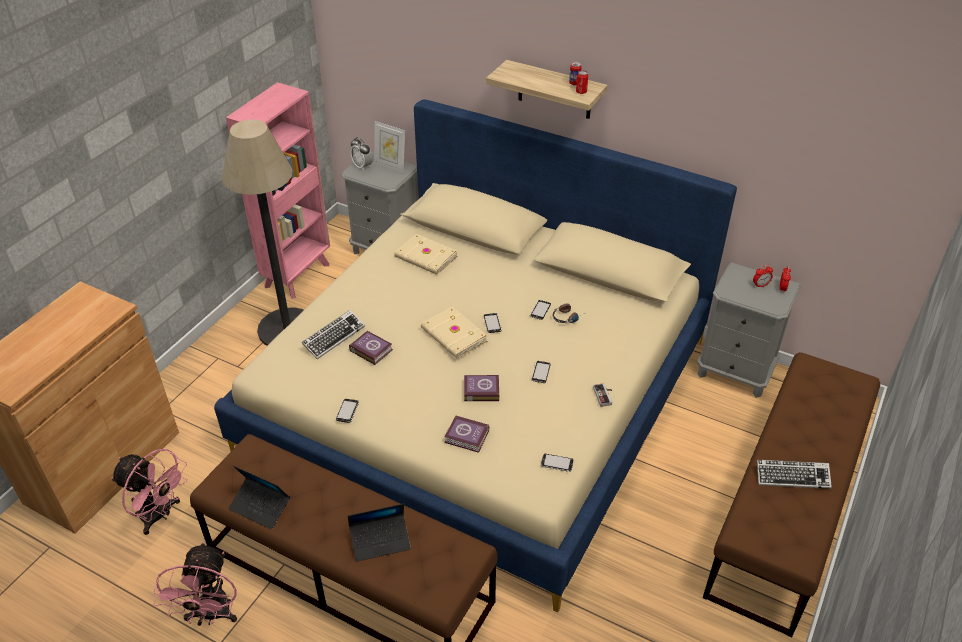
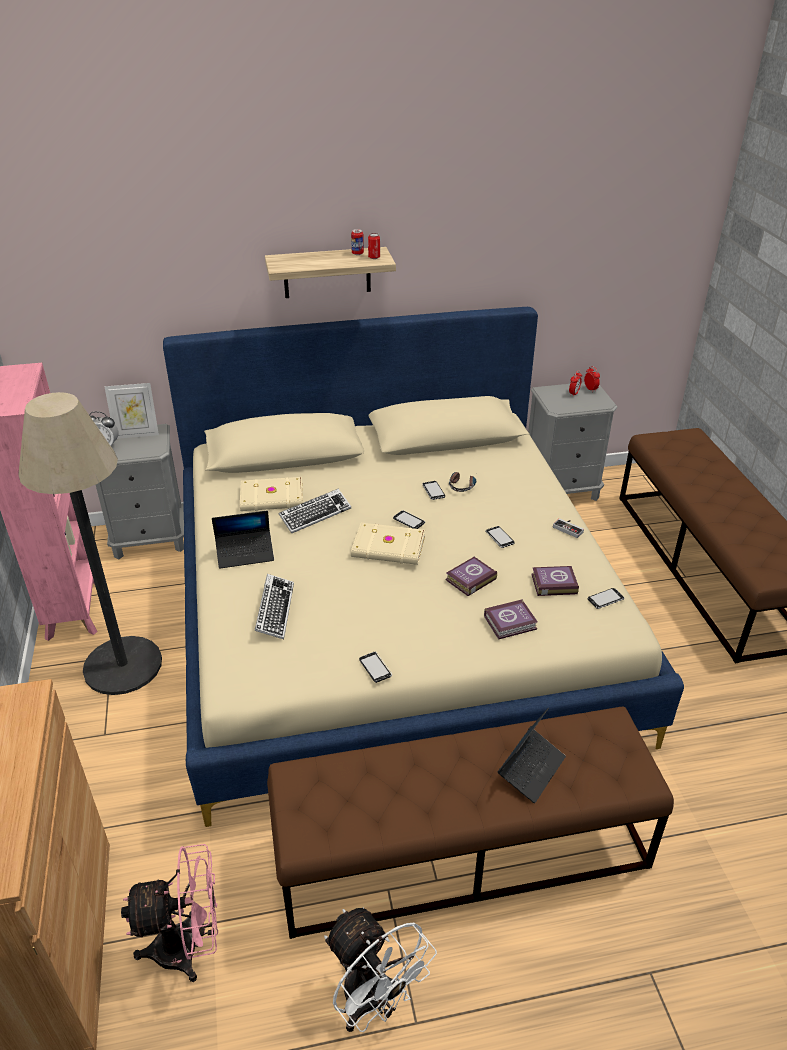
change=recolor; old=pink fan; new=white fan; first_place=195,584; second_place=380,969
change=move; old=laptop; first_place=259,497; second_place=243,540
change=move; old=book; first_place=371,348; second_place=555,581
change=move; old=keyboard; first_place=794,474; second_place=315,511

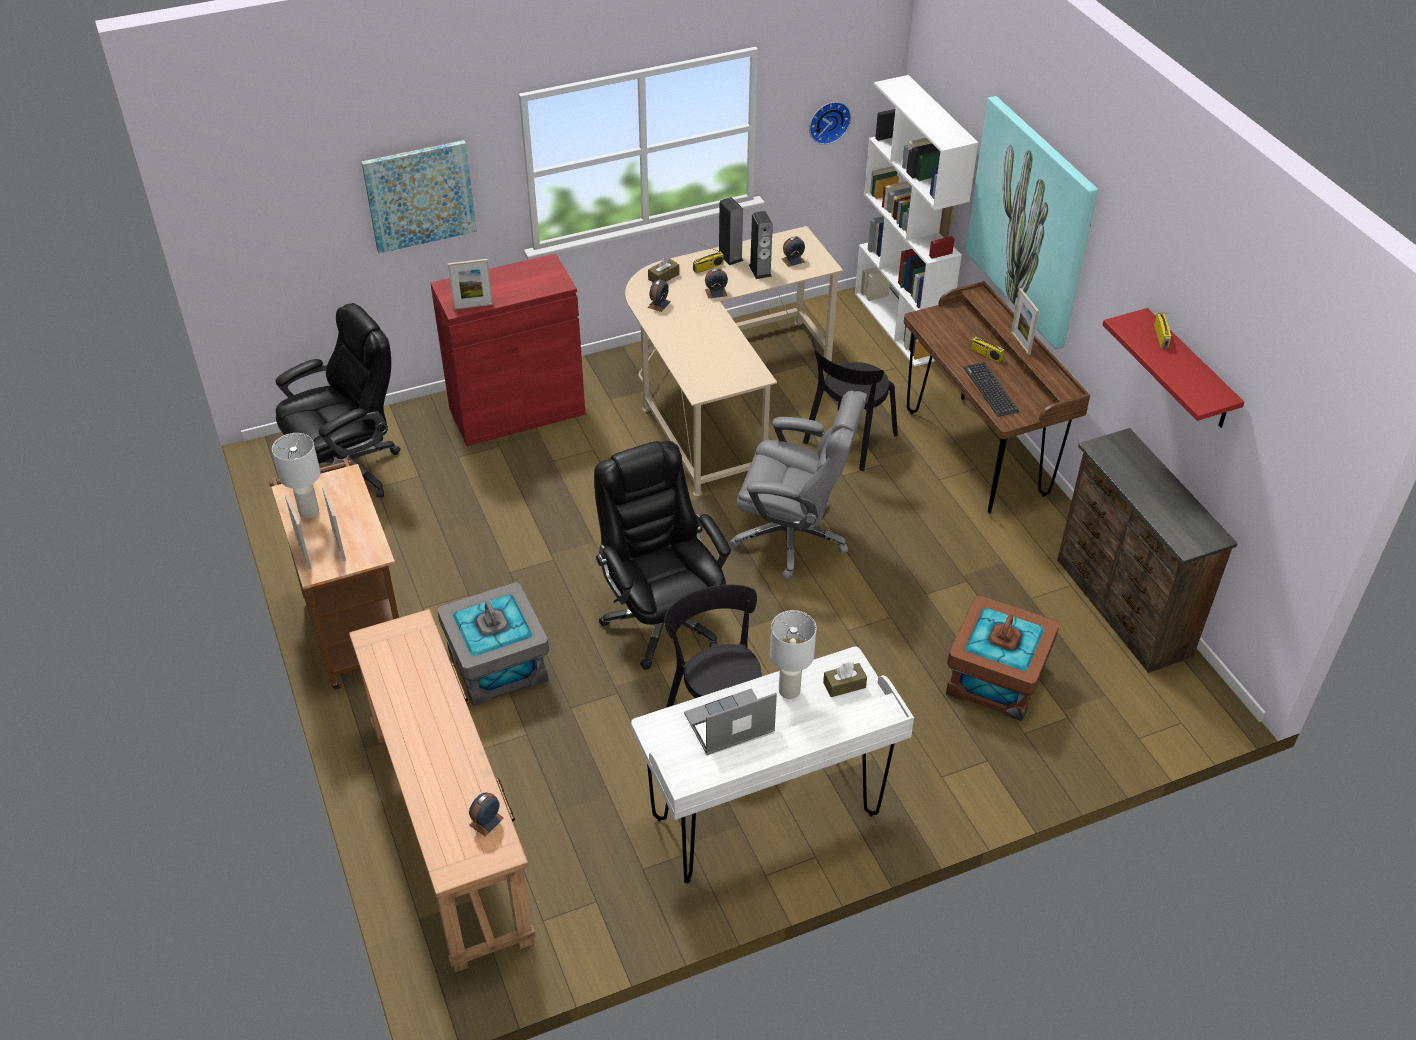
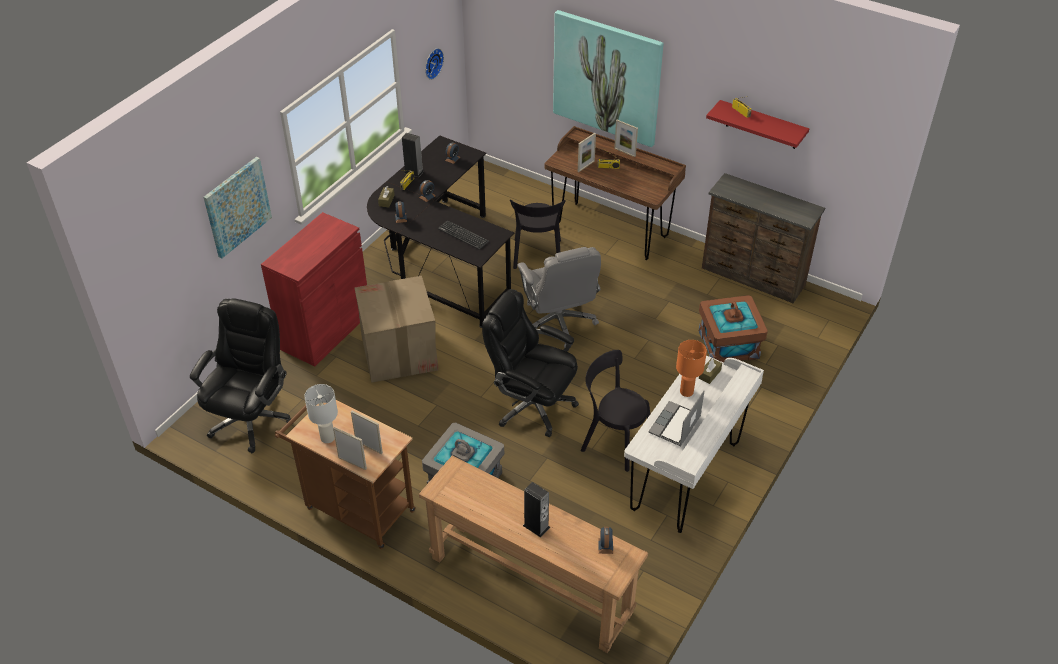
change=move; old=picture frame; first_place=470,284; second_place=587,152
change=recolor; old=beige desk; new=black desk; first_place=734,361; second_place=440,231
change=rotate; old=grey office chair; first_place=798,485; second_place=559,297; degrees=90
change=move; old=speaker; first_place=761,245; second_place=536,509
change=recolor; old=white table lamp; new=orange table lamp; first_place=793,654; second_place=691,368
change=delete; old=white bookcase; first_place=916,221
change=move; old=keyboard; first_place=991,389; second_place=463,235
change=insert; new=cardboard box; second_place=396,329

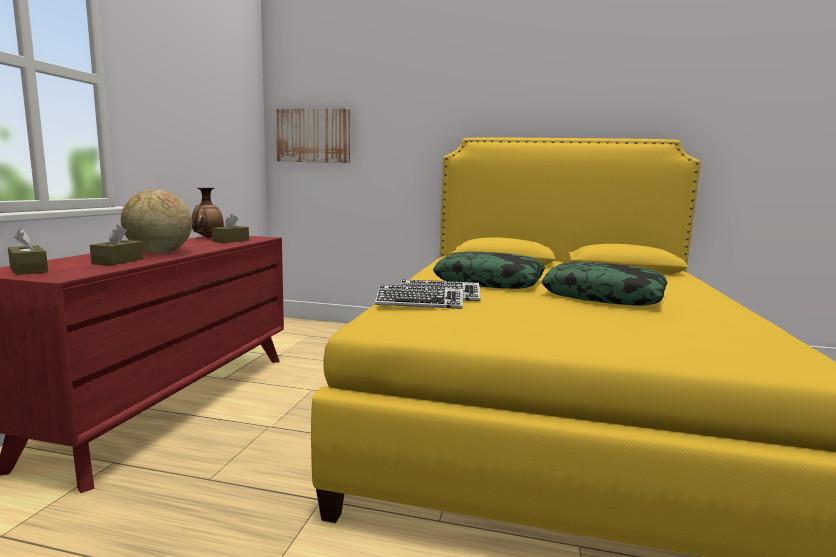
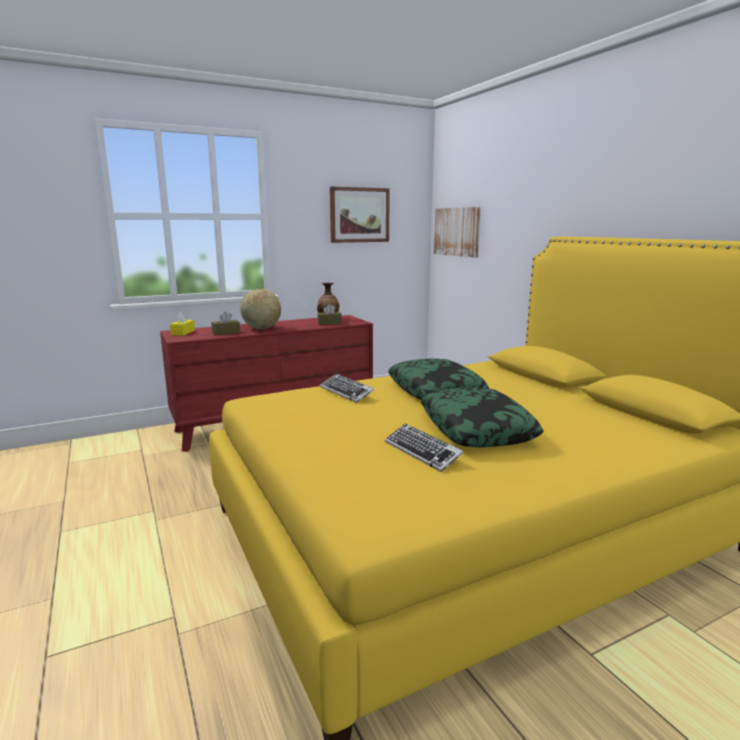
change=recolor; old=brown tissue box; new=yellow tissue box; first_place=28,252; second_place=182,324
change=move; old=keyboard; first_place=419,297; second_place=424,448
change=insert; new=picture; second_place=360,215

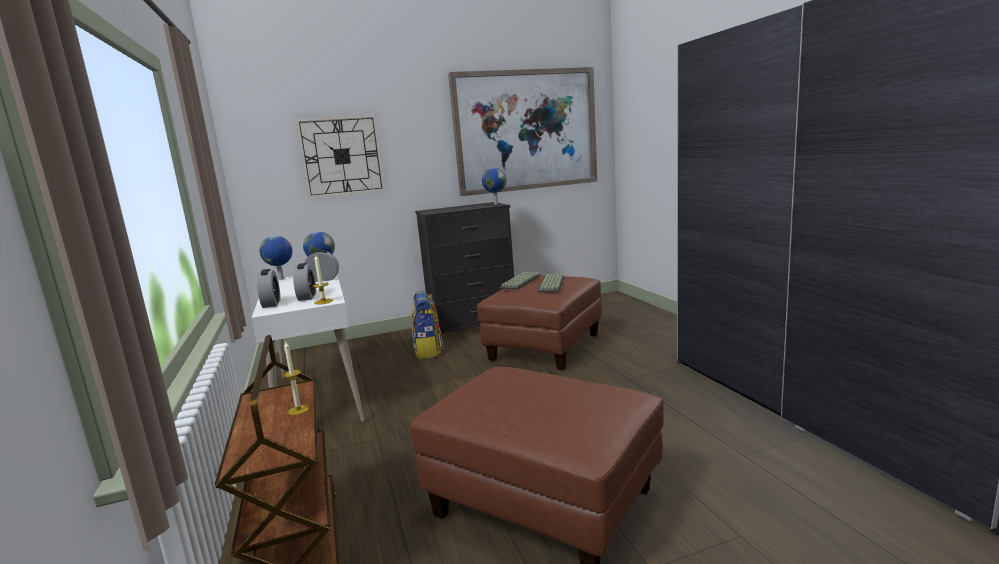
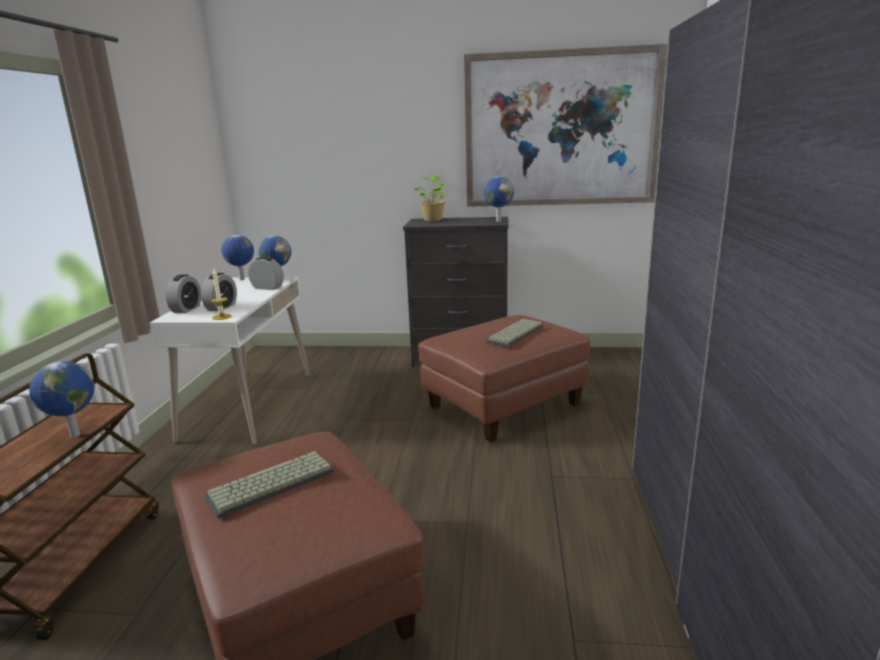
change=replace; old=candle; new=globe; first_place=296,378; second_place=62,399
change=delete; old=wall clock; first_place=340,156
change=delete; old=backpack; first_place=428,325
change=move; old=keyboard; first_place=520,281; second_place=269,485
change=insert; new=potted plant; second_place=430,198

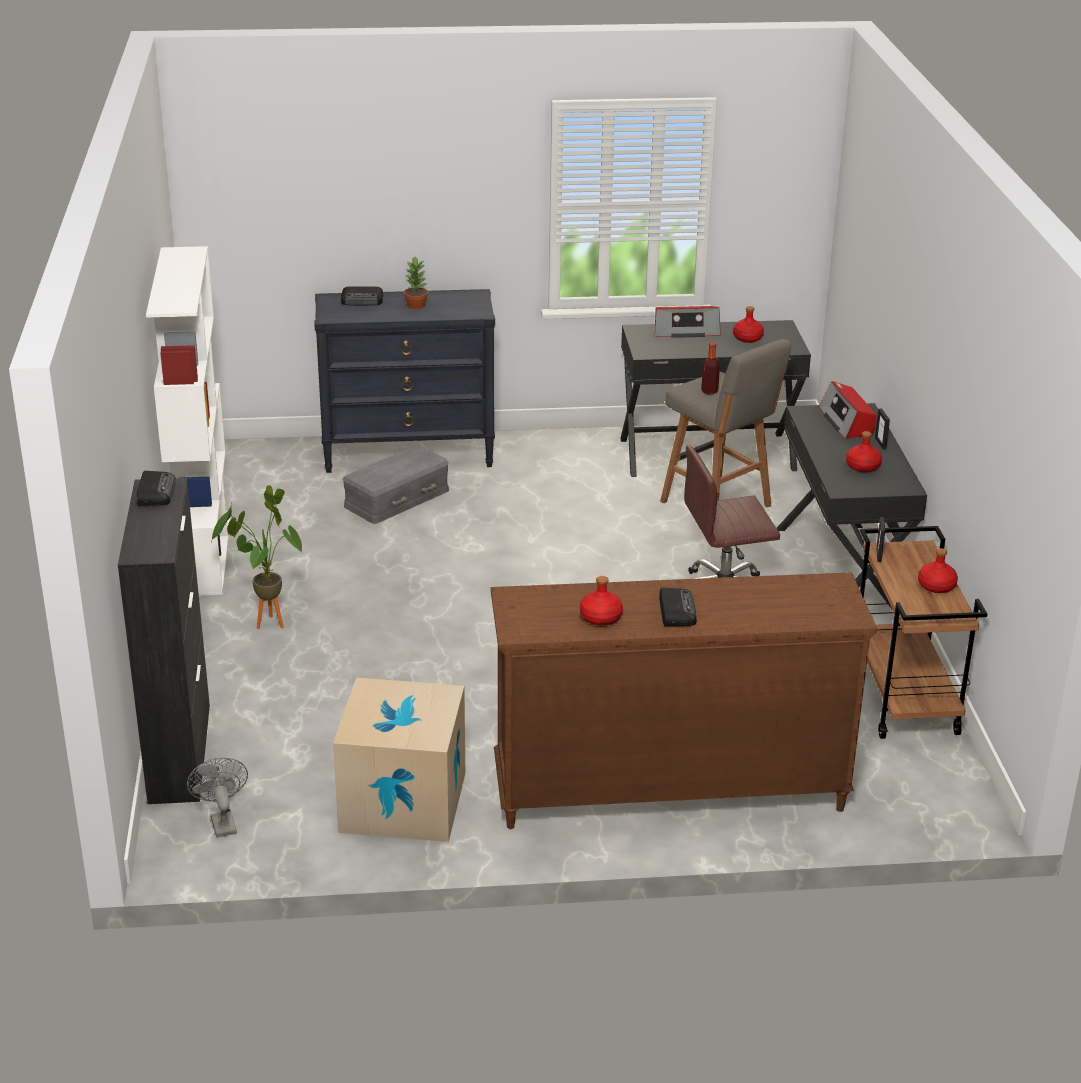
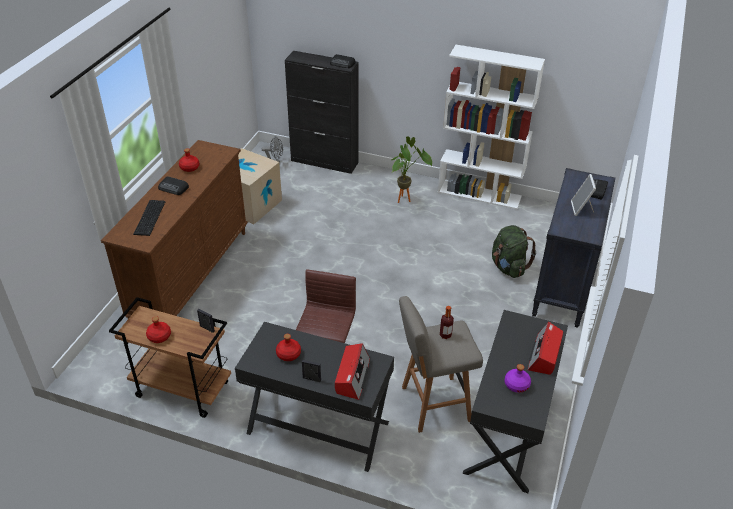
change=replace; old=grey storage box; new=green backpack; first_place=396,484; second_place=514,251
change=replace; old=potted plant; new=picture frame; first_place=416,283; second_place=583,195
change=recolor; old=red bottle; new=purple bottle; first_place=748,324; second_place=517,378
change=rotate; old=radio; first_place=848,410; second_place=352,371; degrees=90
change=insert; new=keyboard; second_place=149,218

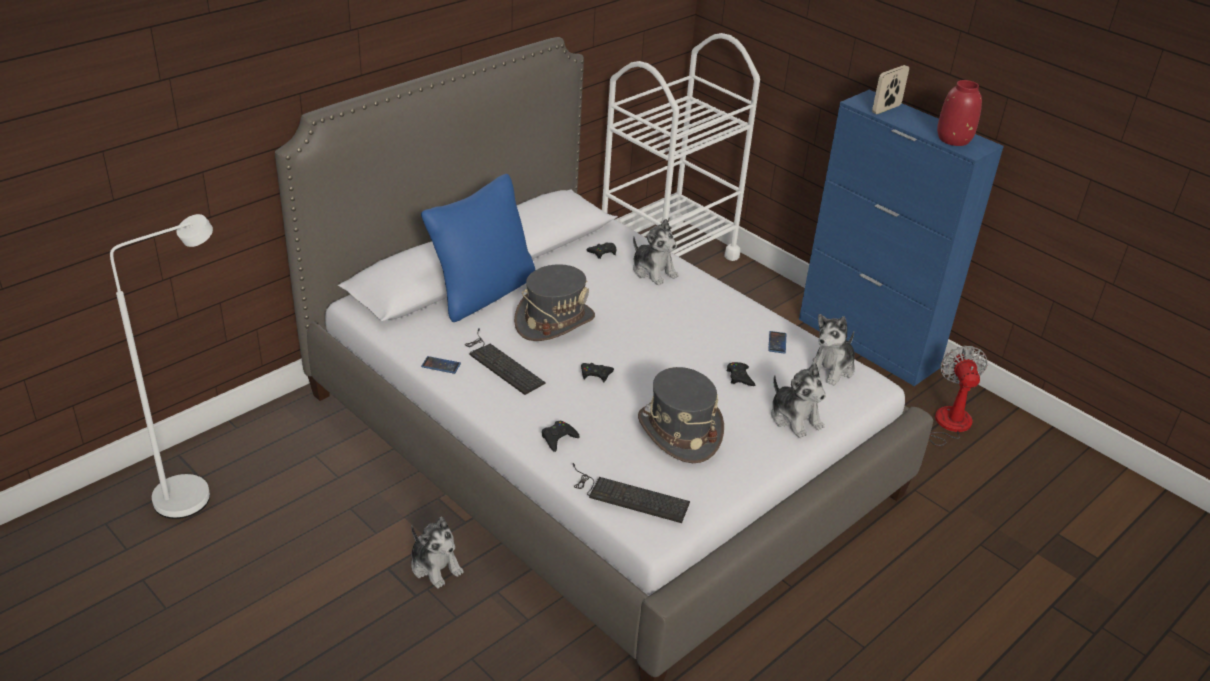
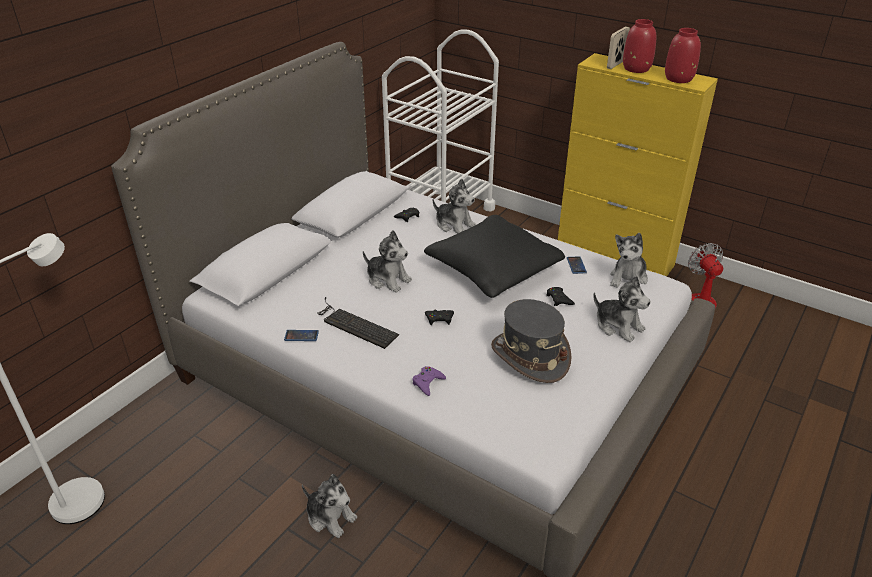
change=delete; old=blue pillow; first_place=478,248
change=replace; old=grey hat; new=plush toy; first_place=554,302; second_place=387,261
change=recolor; old=black game controller; new=purple game controller; first_place=561,436; second_place=429,381
change=delete; old=keyboard; first_place=631,493
change=recolor; old=blue cabinet; new=yellow cabinet; first_place=901,238; second_place=638,164
change=insert; new=black pillow; second_place=494,256
change=insert; new=red vase; second_place=639,46

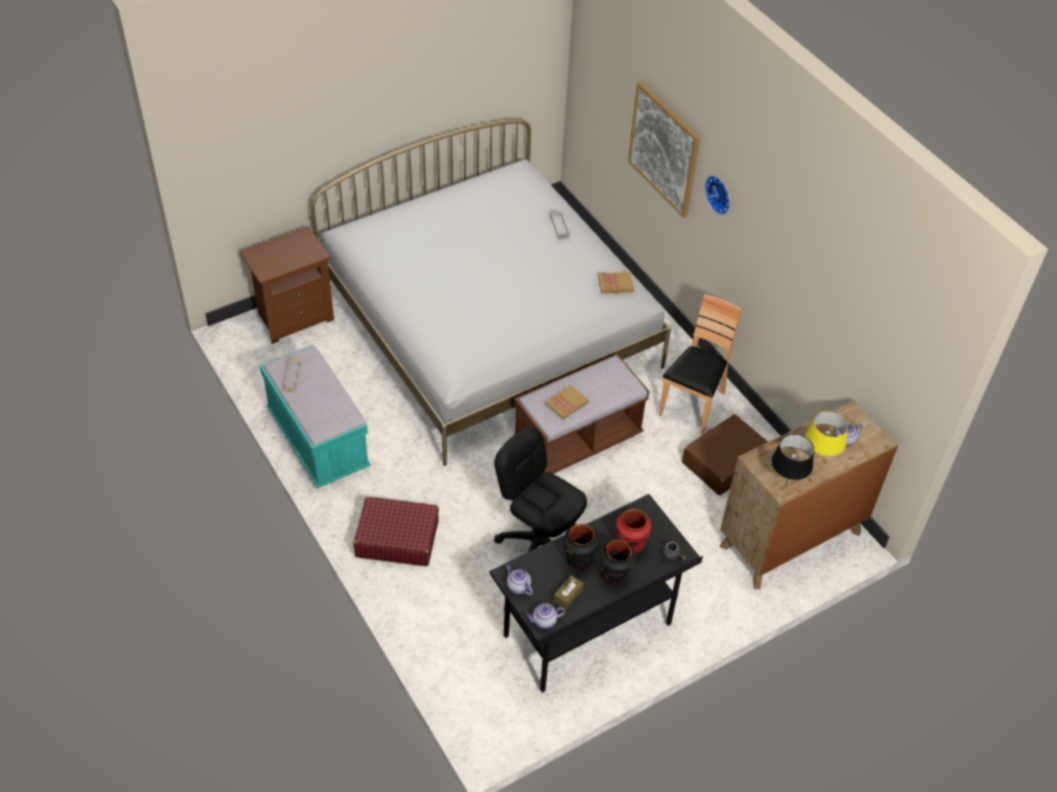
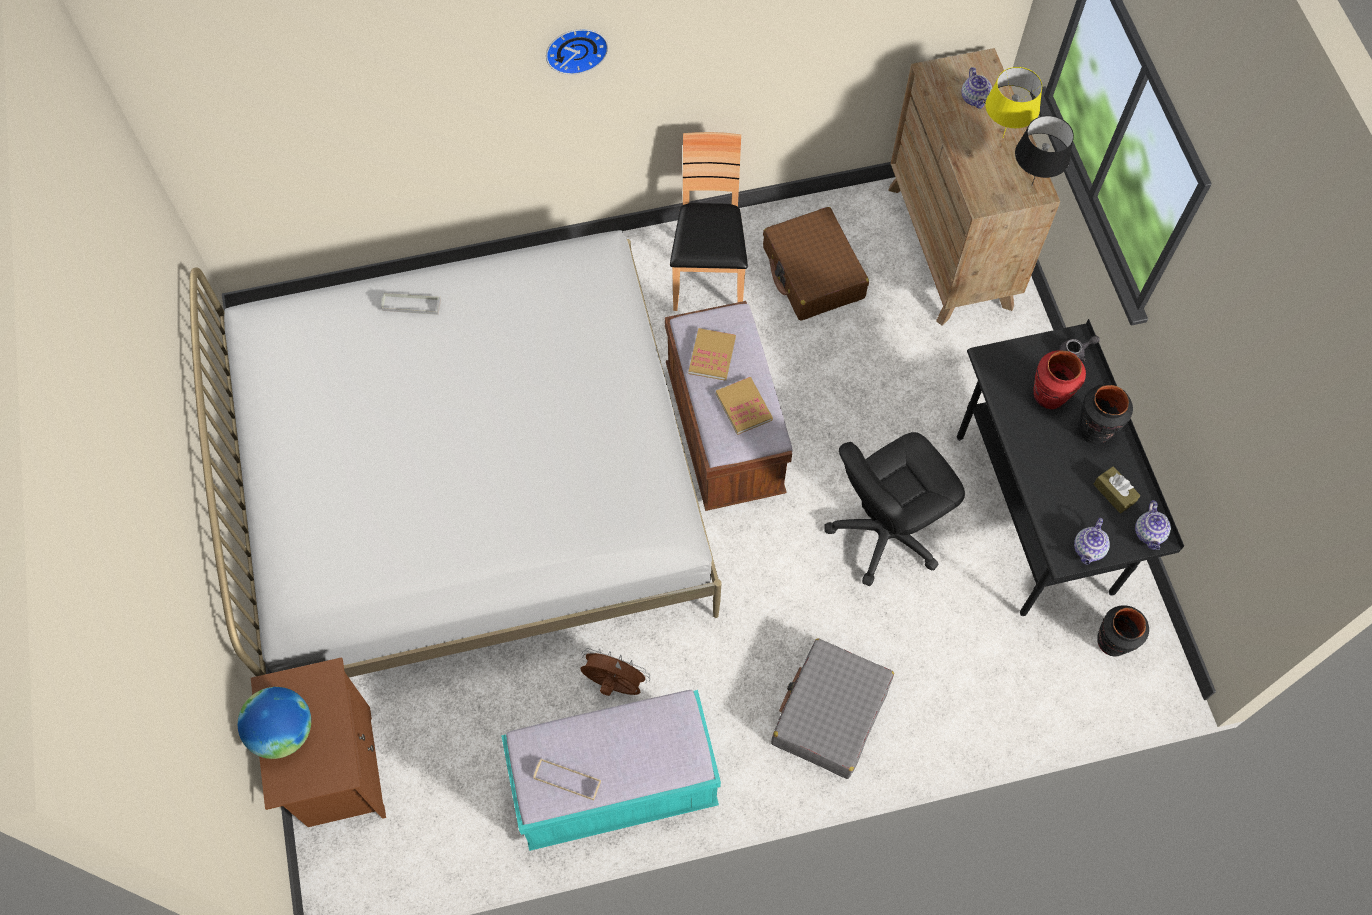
change=recolor; old=red suitcase; new=grey suitcase; first_place=396,531; second_place=832,709
change=rotate; old=teapot; first_place=519,580; second_place=1092,541; degrees=-45
change=move; old=black vase; first_place=581,547; second_place=1123,630
change=move; old=book; first_place=616,283; second_place=712,354
change=delete; old=picture; first_place=664,149
change=rotate; old=brown chair; first_place=700,364; second_place=709,221; degrees=45
change=insert; new=globe; second_place=274,723
change=insert; new=brown fan; second_place=615,672

